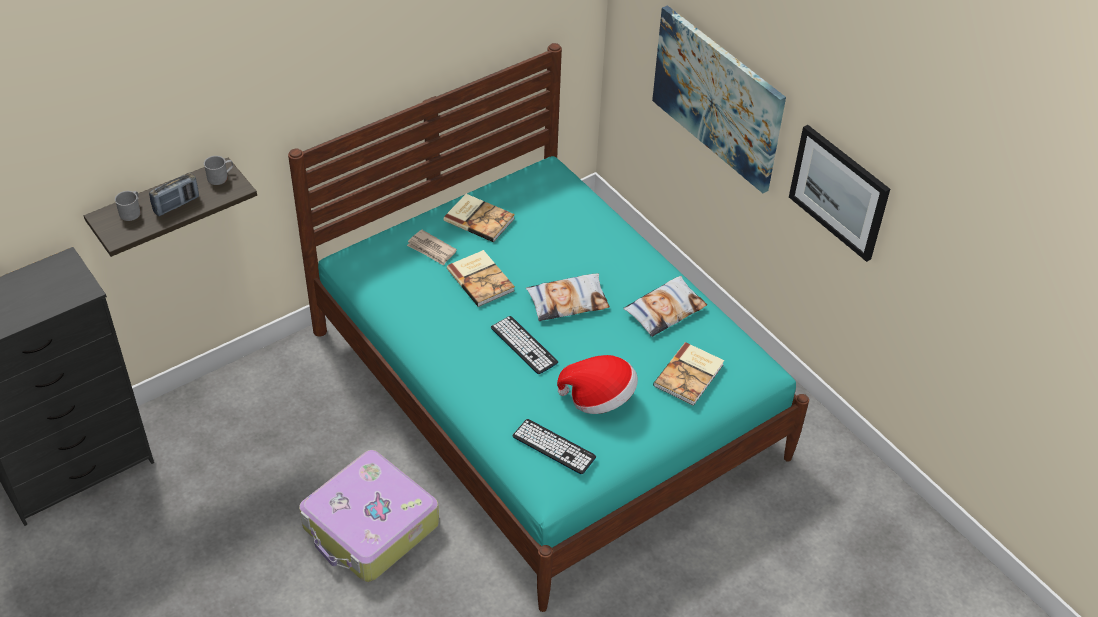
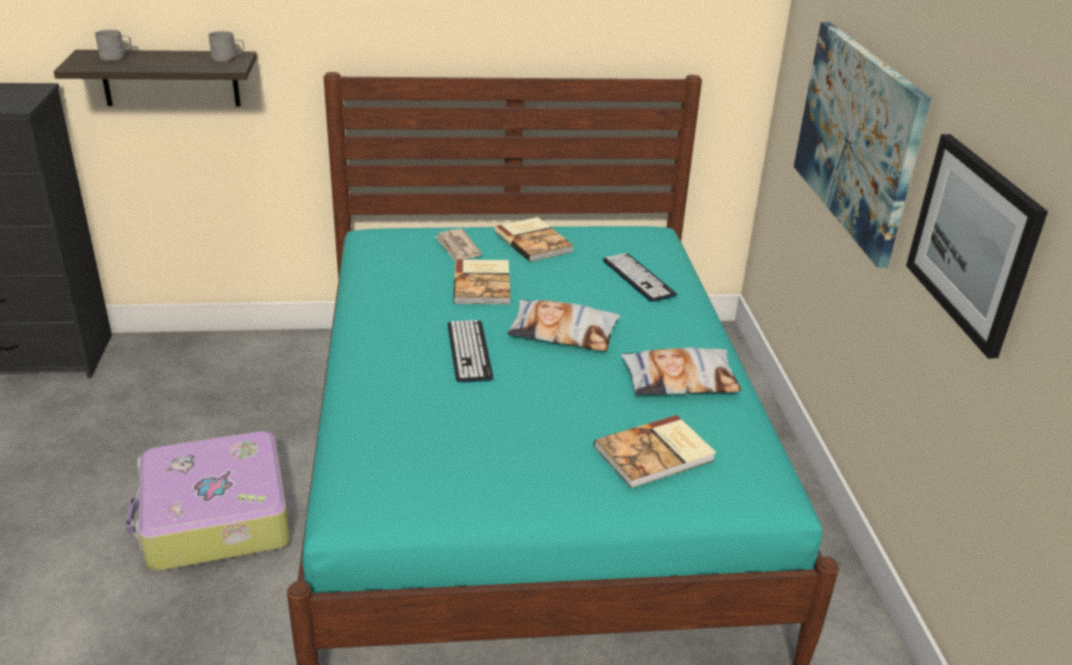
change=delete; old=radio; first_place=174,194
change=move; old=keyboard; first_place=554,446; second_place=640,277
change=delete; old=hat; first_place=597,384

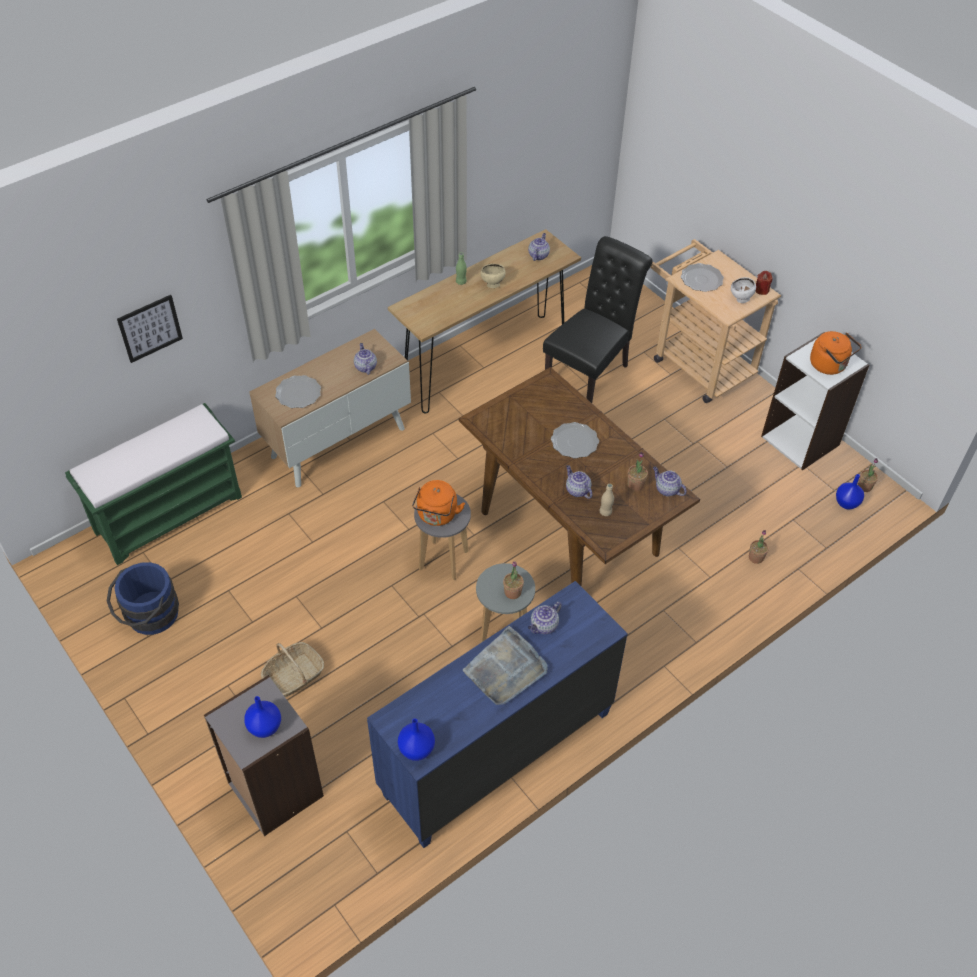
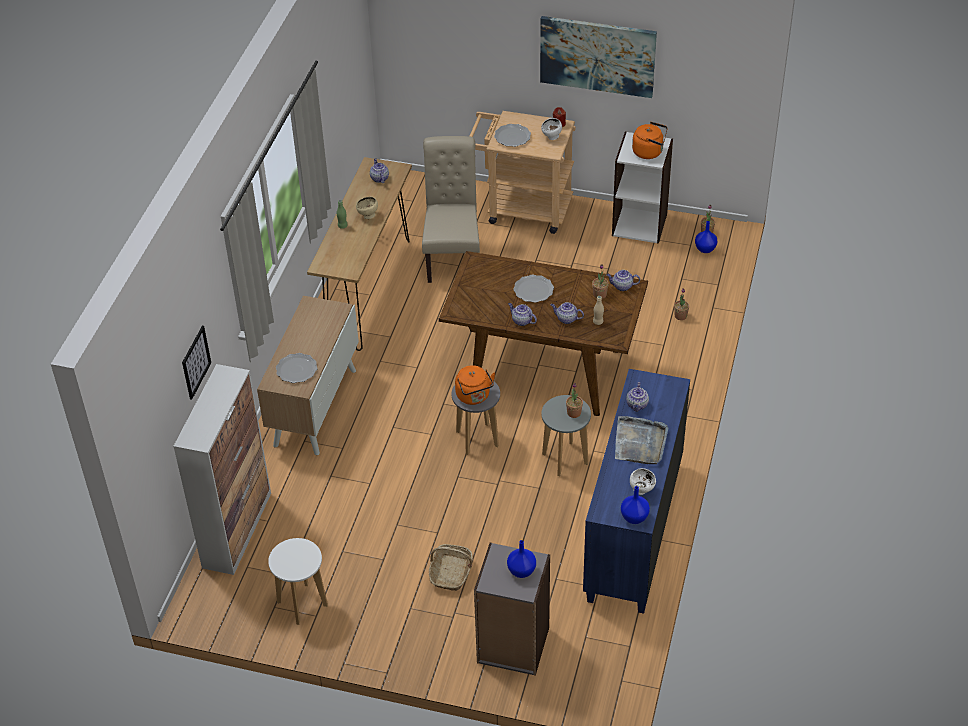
change=replace; old=green bench; new=cabinet; first_place=153,484; second_place=222,469
change=replace; old=blue bucket; new=white stool; first_place=143,598; second_place=298,581
change=move; old=teapot; first_place=365,359; second_place=522,314
change=recolor; old=black chair; new=beige chair; first_place=597,319; second_place=451,209
change=insert; new=picture; second_place=598,57
change=insert; new=white bowl; second_place=643,481

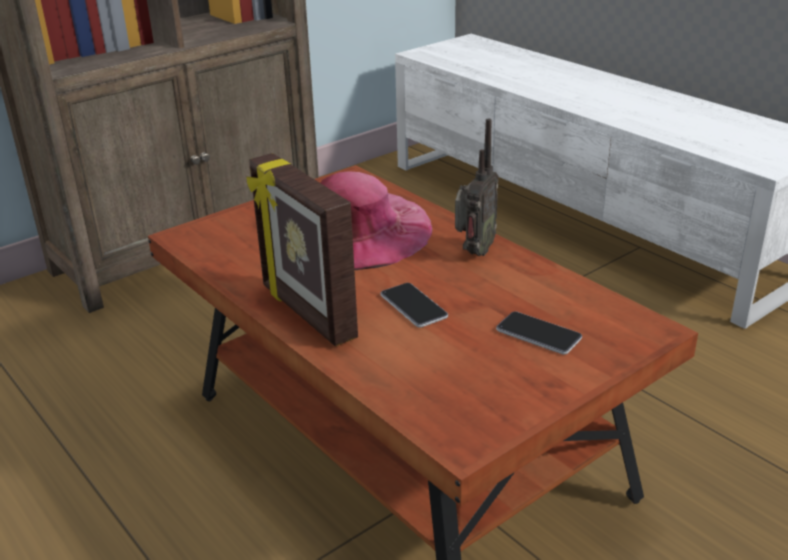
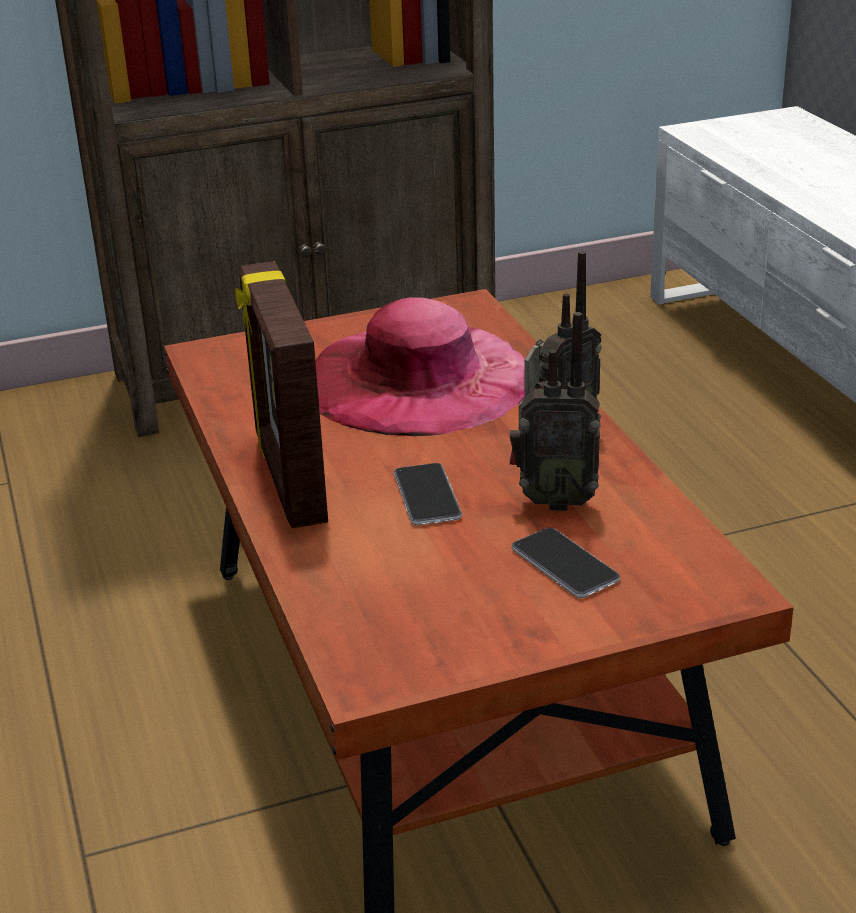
change=insert; new=radio; second_place=555,411

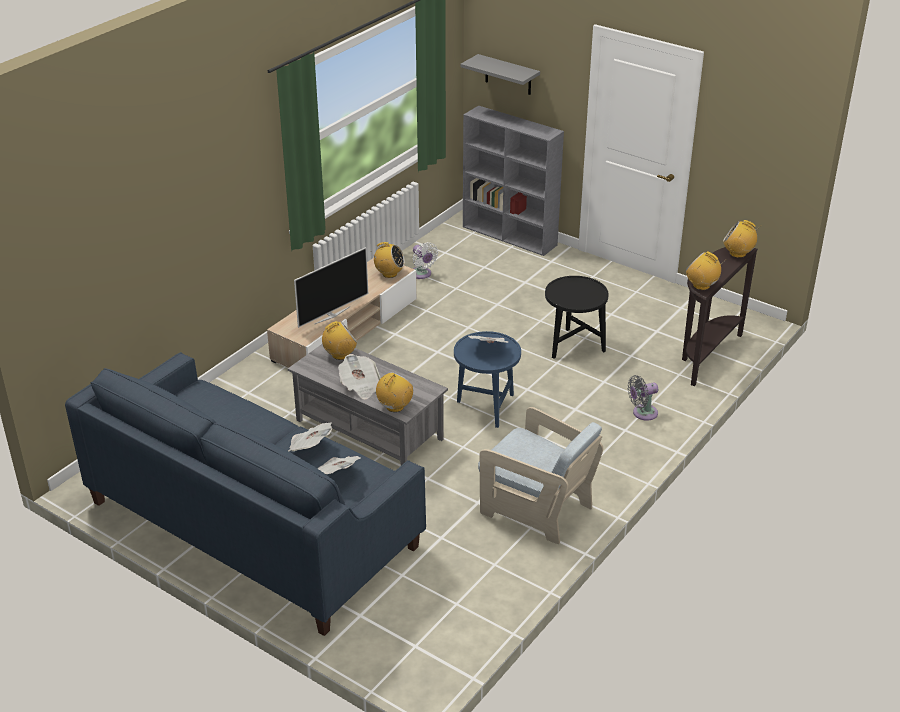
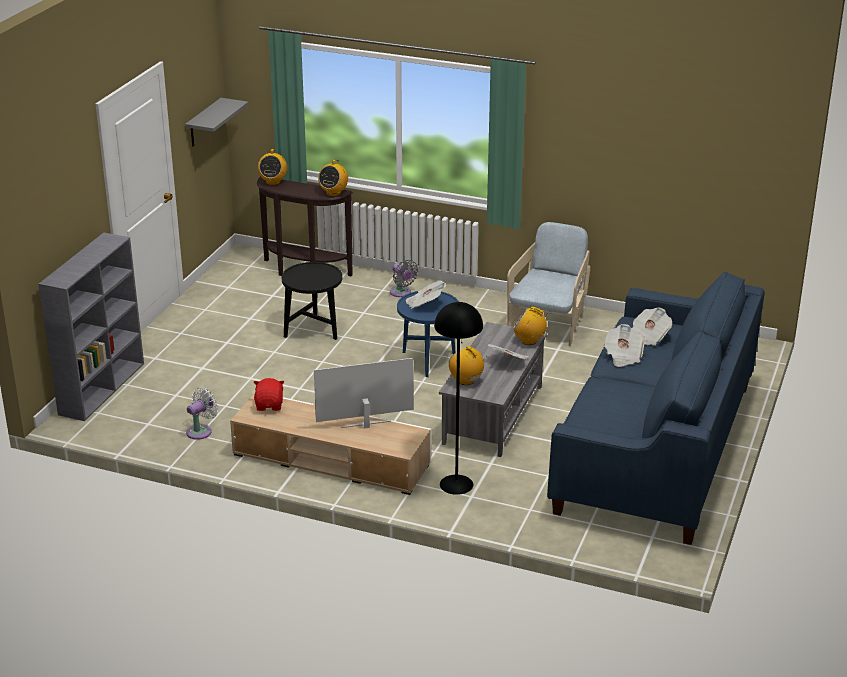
change=rotate; old=television; first_place=331,287; second_place=364,393; degrees=-45
change=replace; old=radio; new=red plush toy; first_place=388,260; second_place=269,394
change=move; old=grey shelf; first_place=500,74; second_place=216,122
change=insert; new=black floor lamp; second_place=458,398

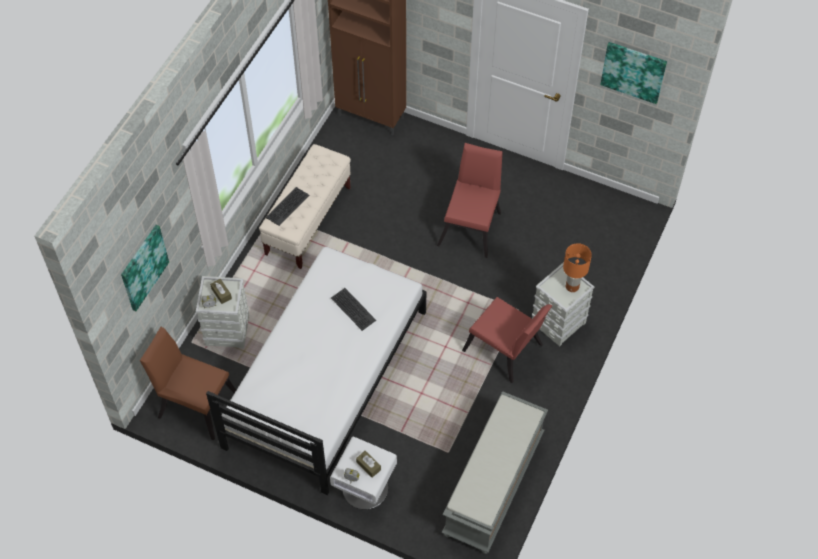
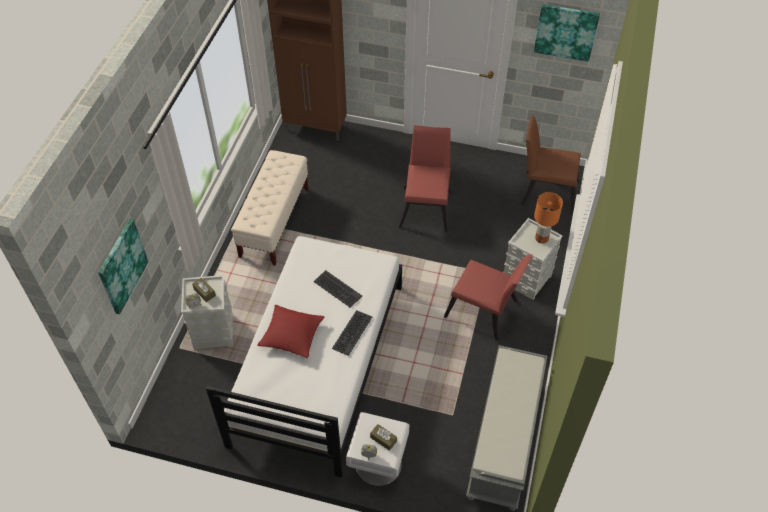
change=move; old=brown chair; first_place=188,383; second_place=551,164
change=move; old=keyboard; first_place=287,206; second_place=352,333
change=insert; new=red pillow; second_place=291,331

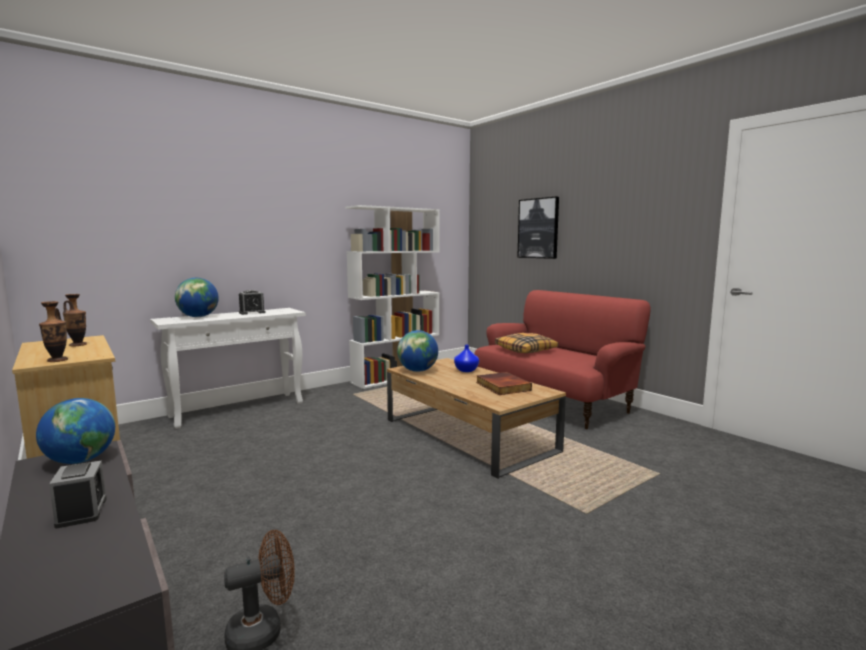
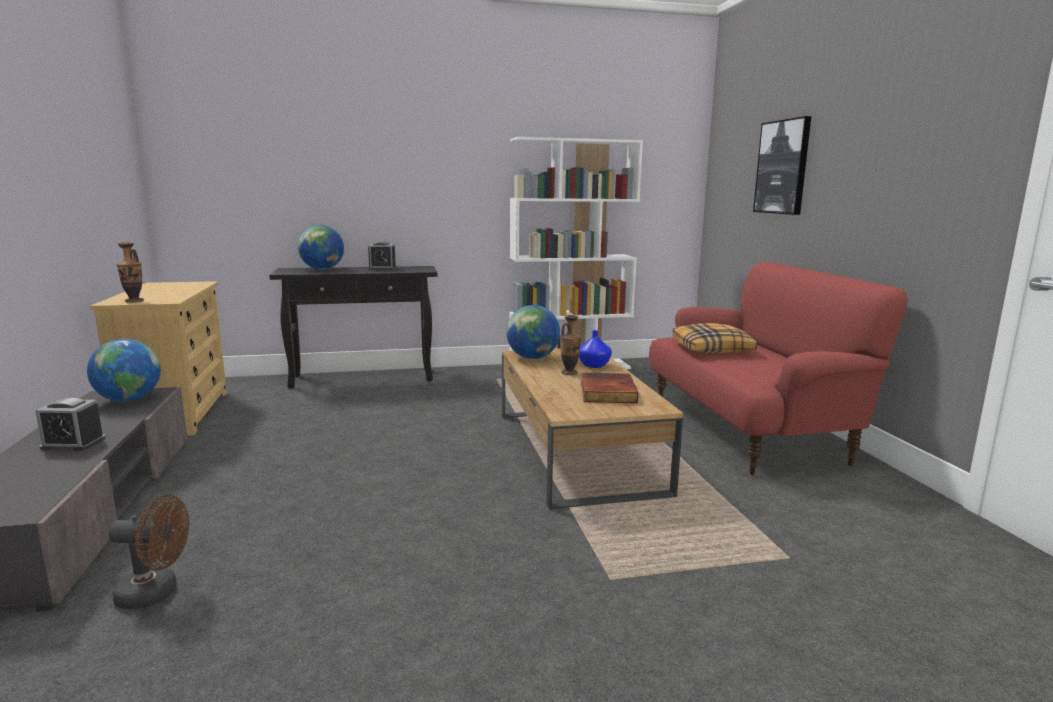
change=rotate; old=alarm clock; first_place=78,494; second_place=70,424; degrees=90
change=move; old=vase; first_place=75,320; second_place=570,345
change=recolor; old=white console table; new=black console table; first_place=228,368; second_place=353,327

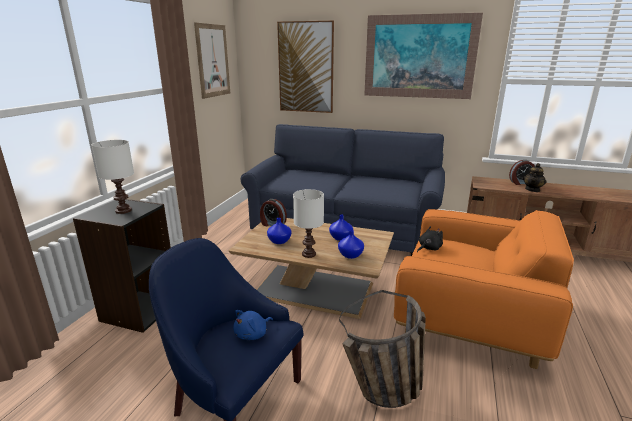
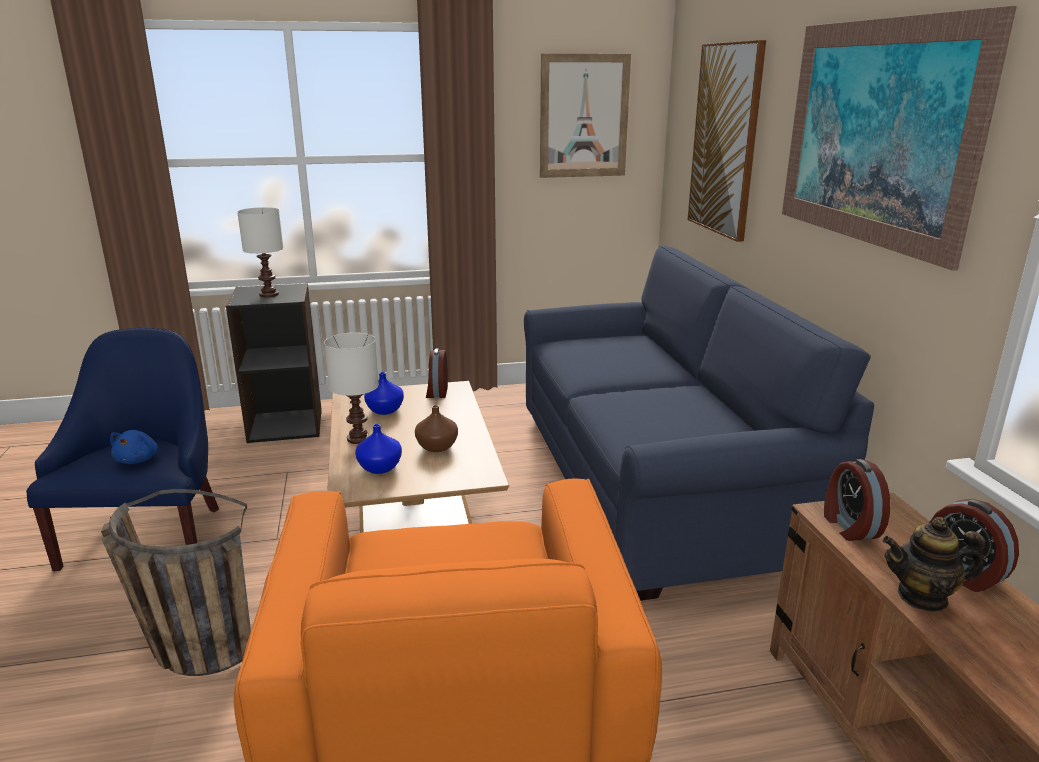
change=rotate; old=blue plush toy; first_place=253,325; second_place=134,447; degrees=-105
change=recolor; old=blue vase; new=brown vase; first_place=341,228; second_place=436,428
change=delete; old=black plush toy; first_place=430,239
change=insert; new=alarm clock; second_place=857,500

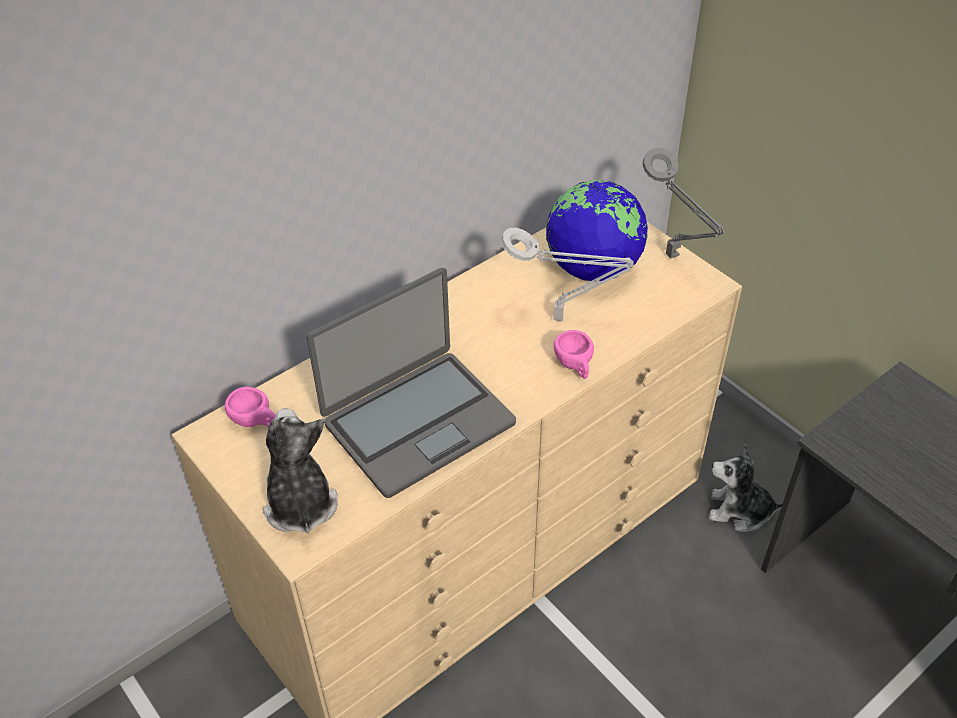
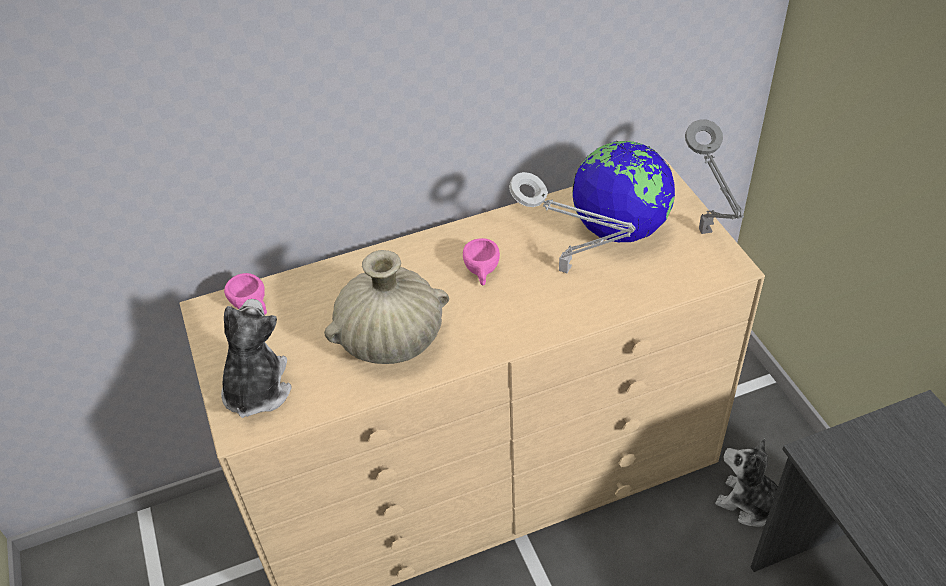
change=replace; old=laptop; new=beige vase; first_place=411,383; second_place=386,307
change=move; old=pink cup; first_place=574,354; second_place=481,262

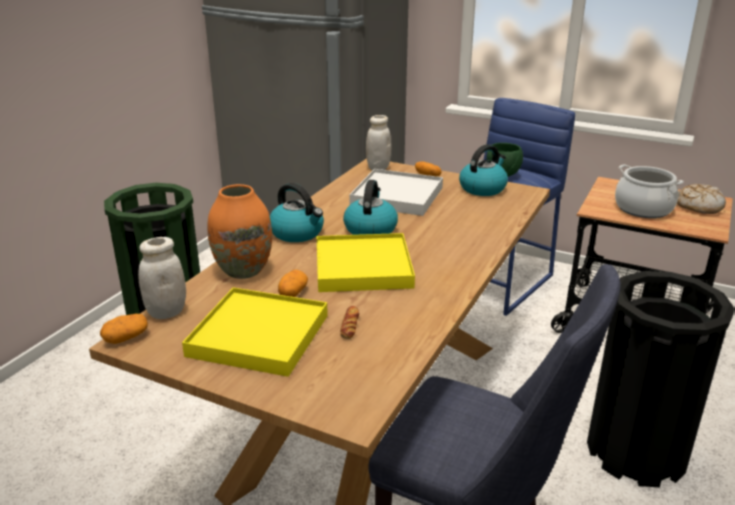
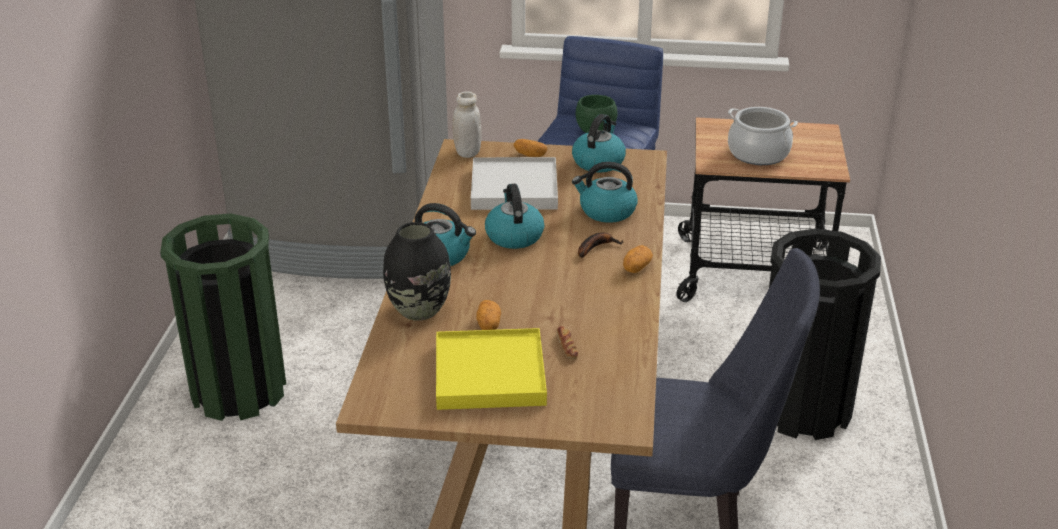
change=move; old=potato; first_place=124,329; second_place=638,259
change=delete; old=white jar; first_place=162,278
change=recolor; old=orange vase; new=black vase; first_place=240,231; second_place=417,271
change=delete; old=yellow tray; first_place=366,262
change=delete; old=bread; first_place=701,199
change=insert; new=kettle; second_place=605,192
change=insert; new=banana; second_place=601,245

